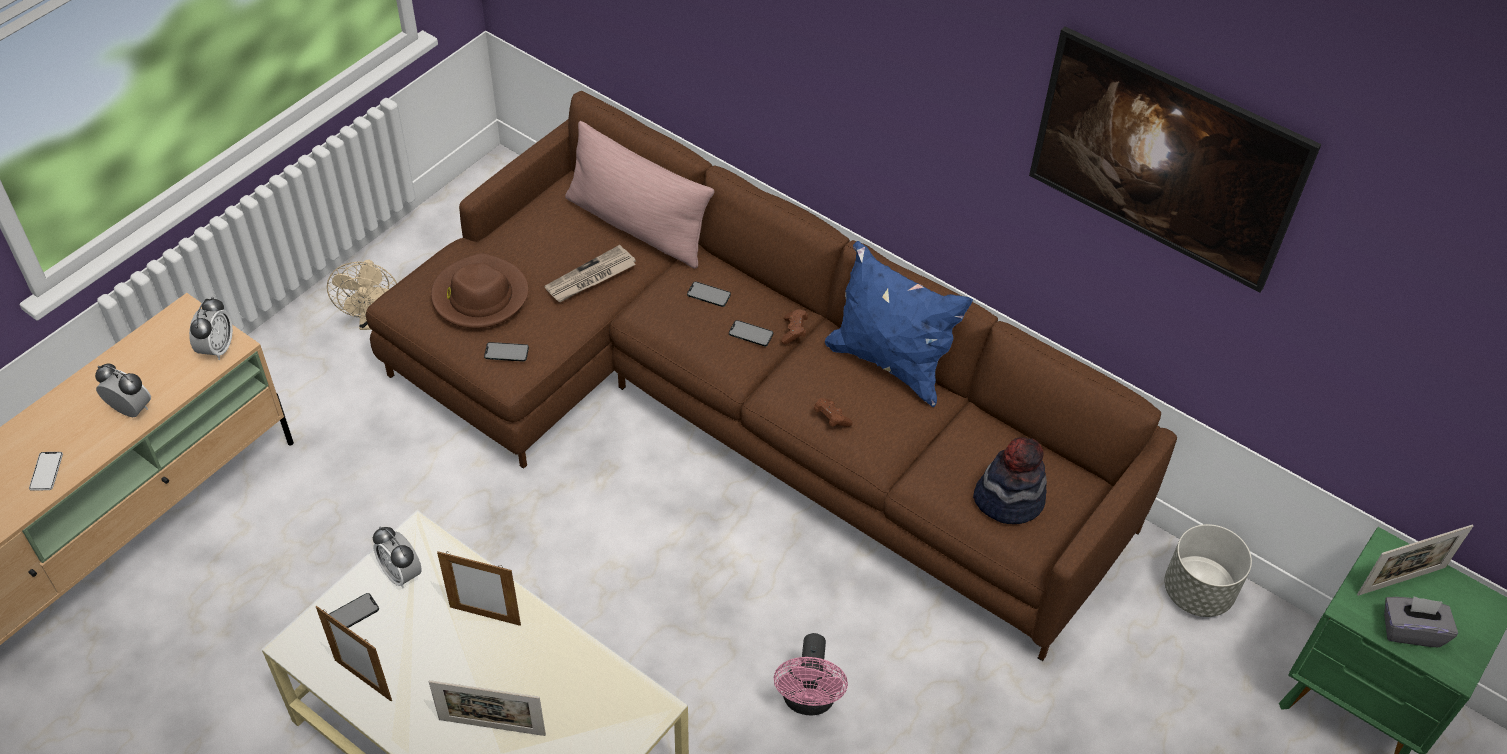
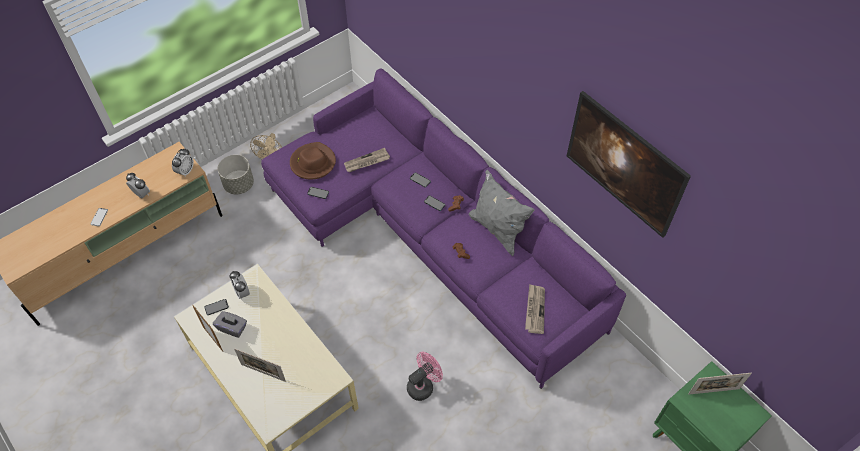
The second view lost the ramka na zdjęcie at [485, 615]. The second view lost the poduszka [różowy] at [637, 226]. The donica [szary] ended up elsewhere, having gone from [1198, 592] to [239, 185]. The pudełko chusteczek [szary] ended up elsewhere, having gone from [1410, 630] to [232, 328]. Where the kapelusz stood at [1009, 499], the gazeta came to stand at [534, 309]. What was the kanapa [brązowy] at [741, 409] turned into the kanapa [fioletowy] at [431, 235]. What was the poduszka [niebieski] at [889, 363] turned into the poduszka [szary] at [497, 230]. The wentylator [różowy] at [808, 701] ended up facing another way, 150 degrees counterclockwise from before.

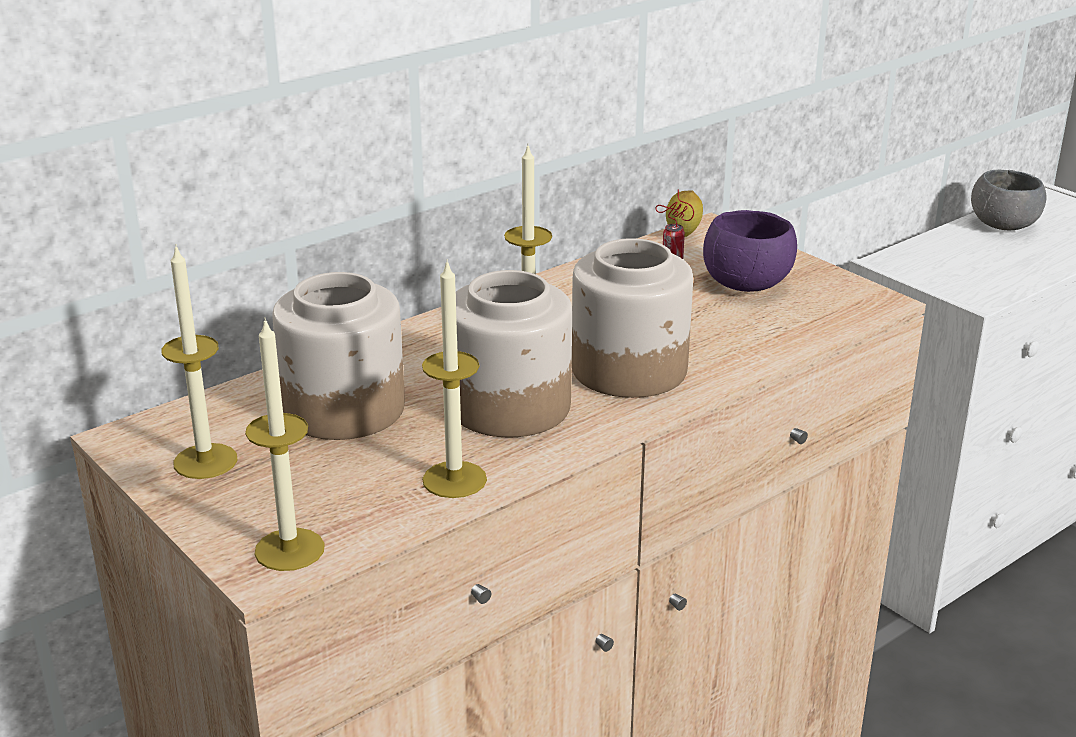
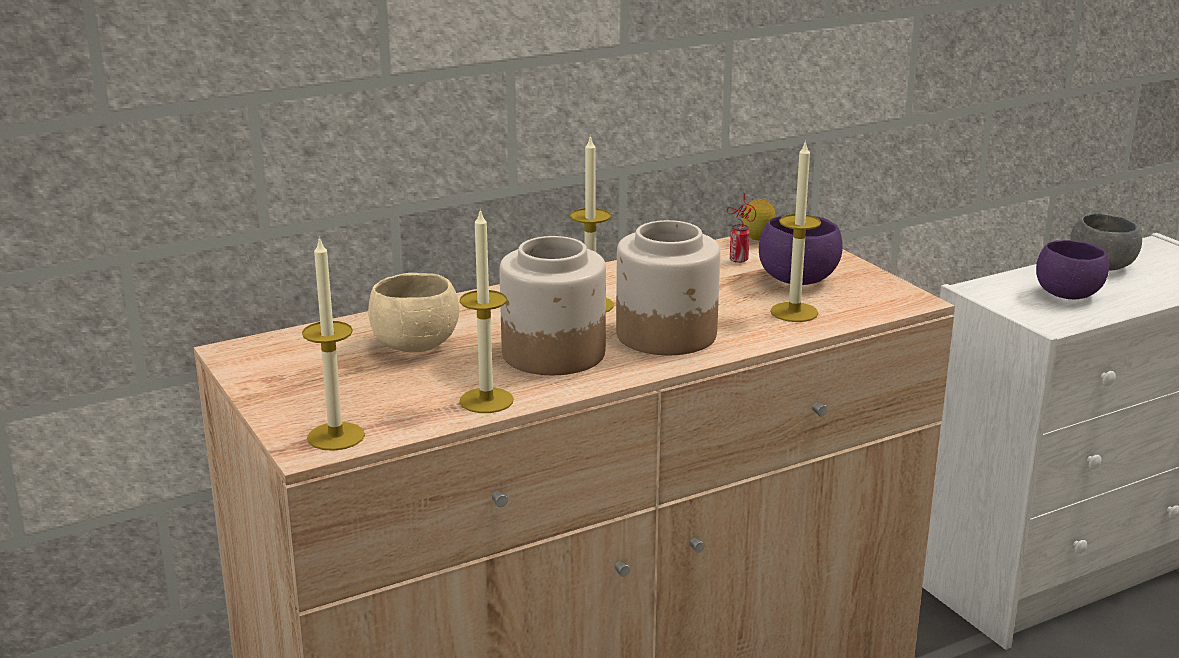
The second view gained the miska [fioletowy] at [1068, 295]. The świeca ended up elsewhere, having gone from [205, 461] to [794, 312]. Where the słoik stood at [343, 409], the miska [beżowy] came to stand at [415, 345].

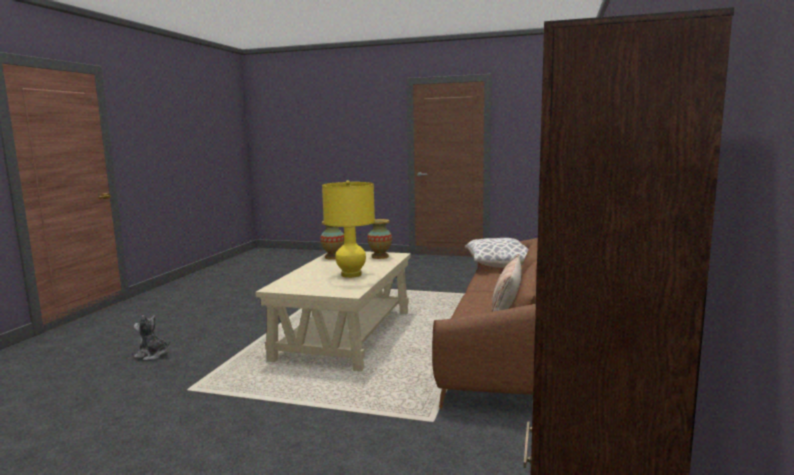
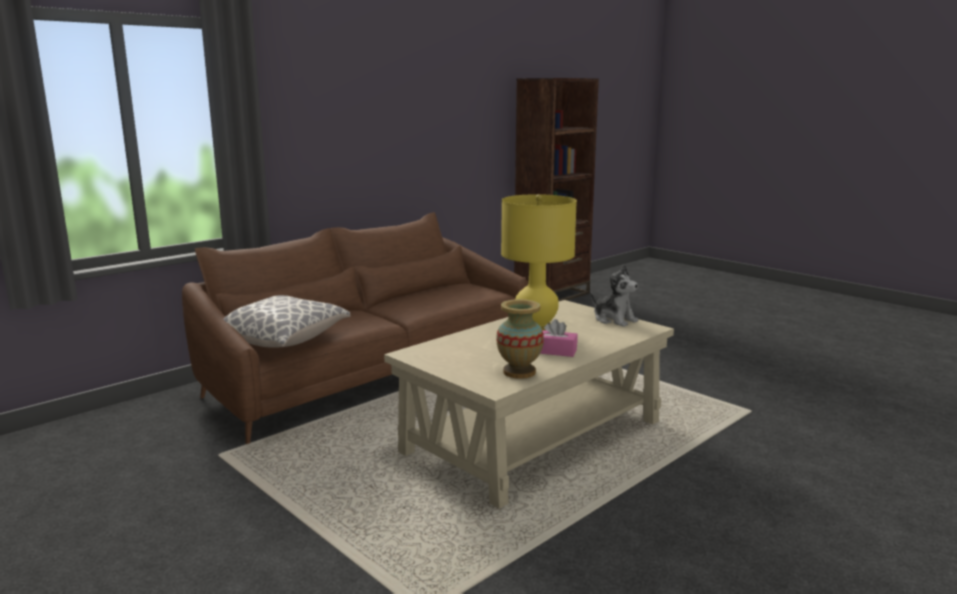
The second view lost the wazon at [380, 257]. The second view lost the poduszka at [507, 304]. The second view gained the pudełko chusteczek [różowy] at [555, 351]. The pluszak ended up elsewhere, having gone from [153, 355] to [614, 319].

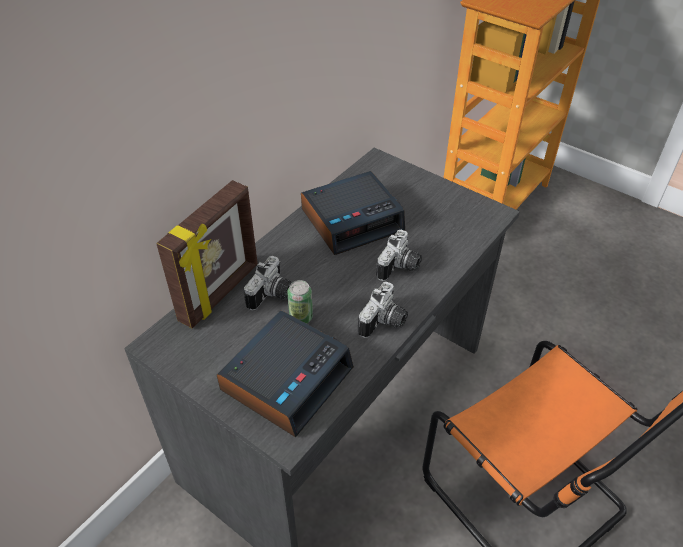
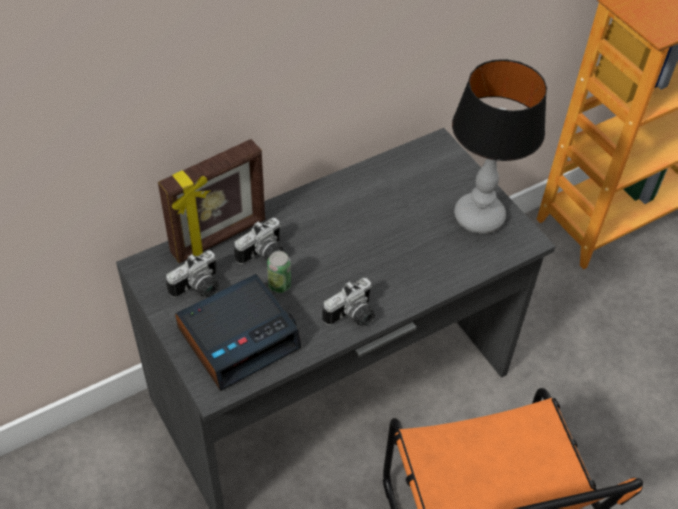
The second view lost the budzik at [352, 220]. The second view gained the lampa stołowa at [477, 217]. The aparat fotograficzny ended up elsewhere, having gone from [400, 268] to [199, 289].

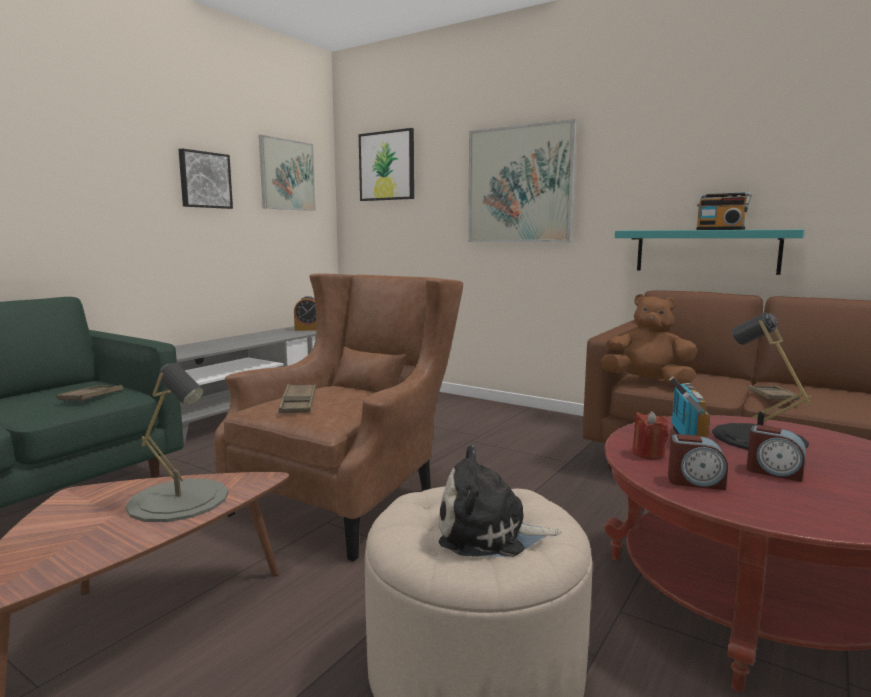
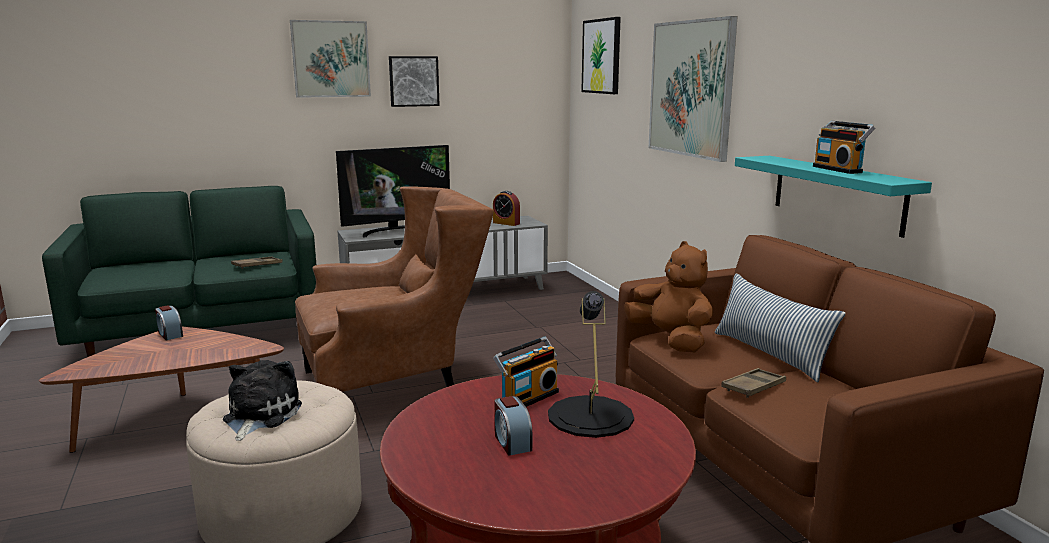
The second view lost the lampa stołowa [szary] at [179, 500]. The second view lost the taca [brązowy] at [298, 403]. The second view lost the świeca [czerwony] at [648, 454]. The second view gained the telewizor at [396, 230]. The second view gained the poduszka at [770, 354]. The obraz ended up elsewhere, having gone from [287, 175] to [331, 59]. The budzik ended up elsewhere, having gone from [695, 482] to [170, 334]. The pluszak at [489, 534] ended up facing another way, 60 degrees clockwise from before.

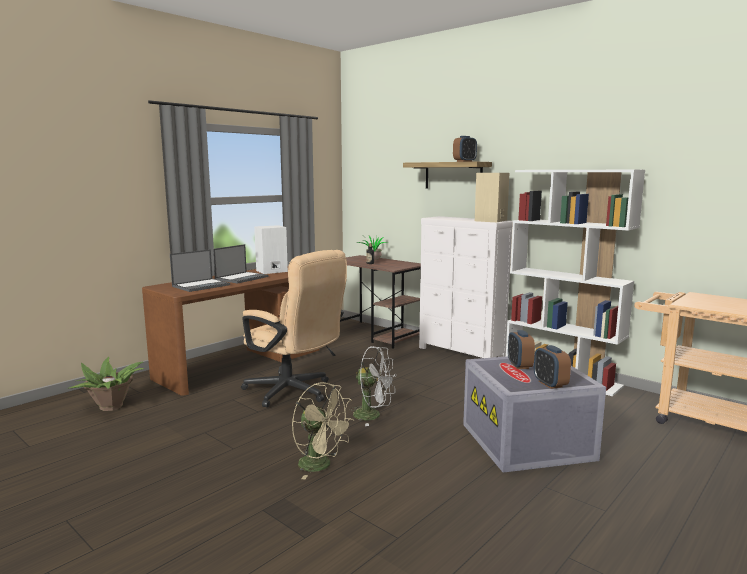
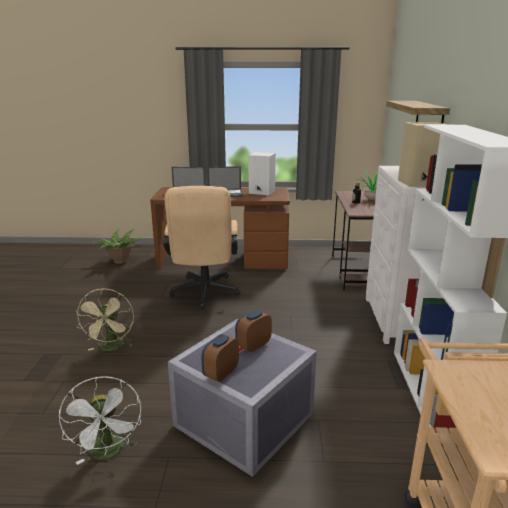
The second view lost the budzik at [464, 161]. The wentylator [biały] ended up elsewhere, having gone from [373, 415] to [109, 453].

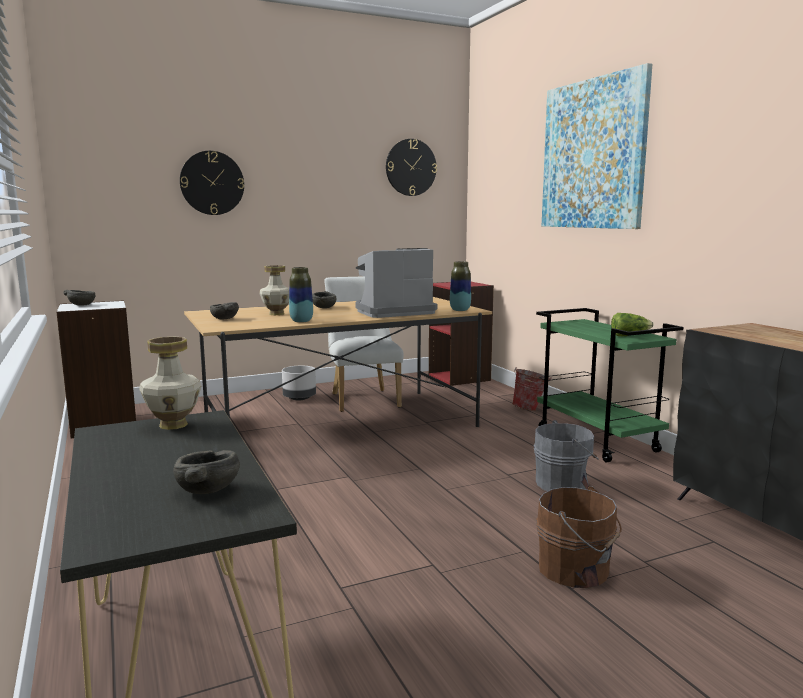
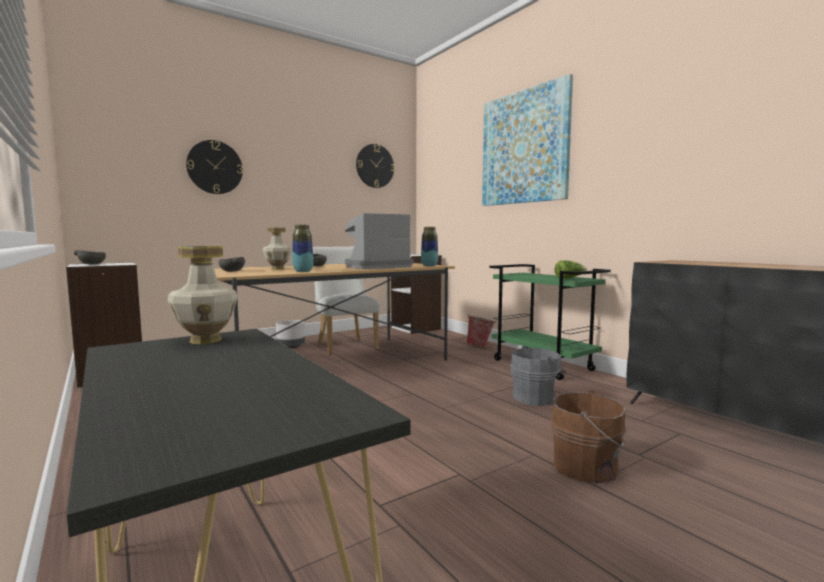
The second view lost the miska [szary] at [206, 490]. What was the regał [czerwony] at [460, 377] turned into the regał [biały] at [416, 328].

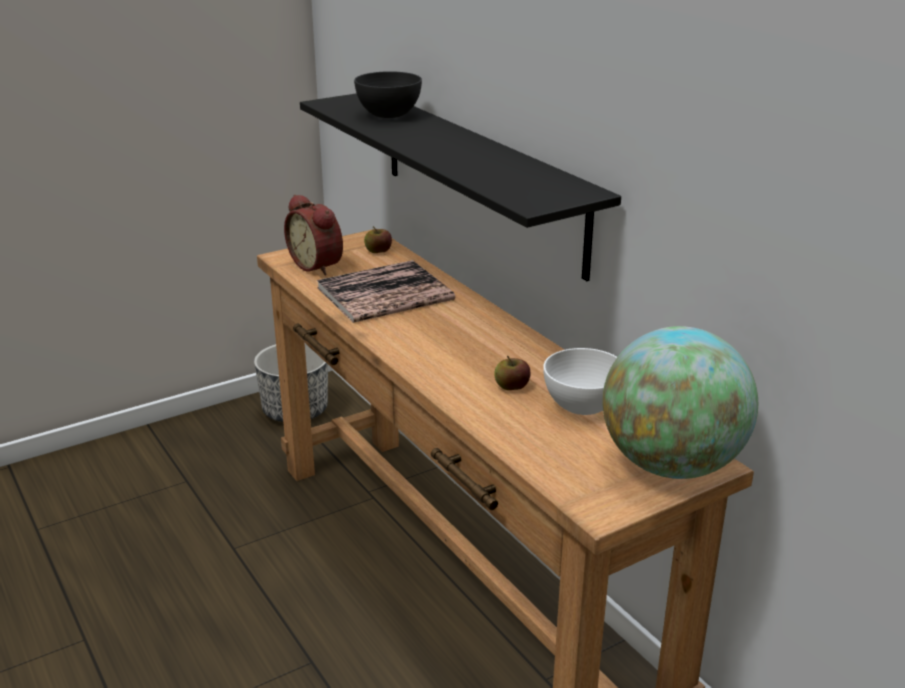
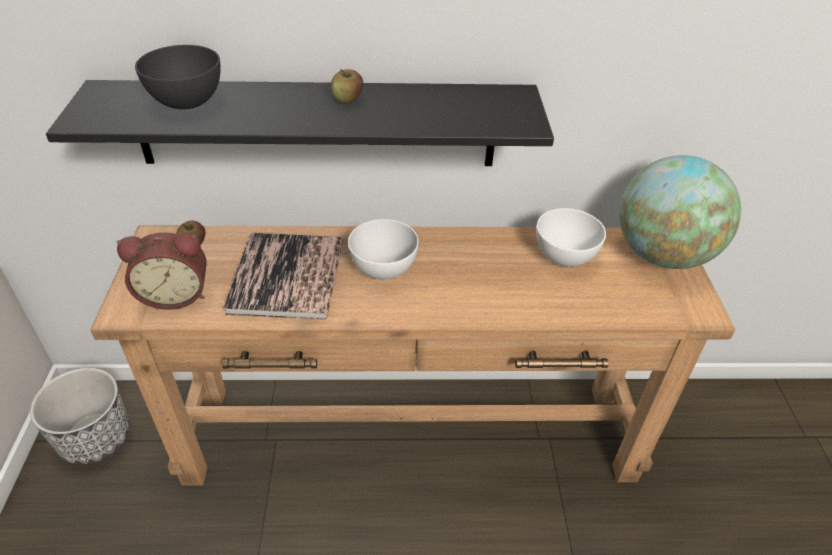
The second view gained the miska [biały] at [383, 268]. The jabłko ended up elsewhere, having gone from [511, 387] to [347, 99].

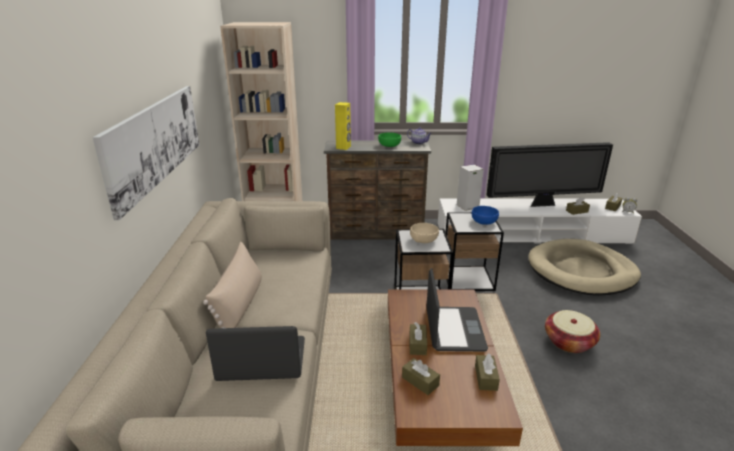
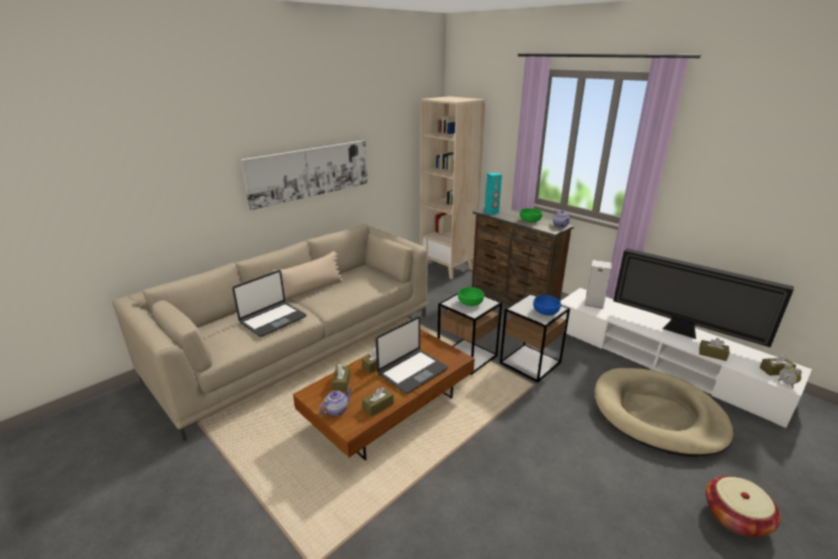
The second view gained the imbryk at [337, 410]. The koszyk ended up elsewhere, having gone from [569, 342] to [735, 517]. What was the głośnik [żółty] at [343, 147] turned into the głośnik [turkusowy] at [491, 212]. What was the miska [beżowy] at [424, 240] turned into the miska [zielony] at [470, 303]. The laptop at [262, 361] ended up facing another way, 90 degrees clockwise from before.

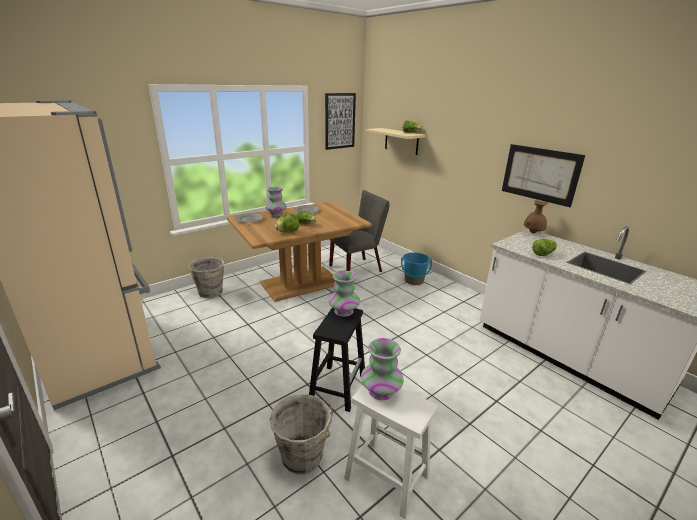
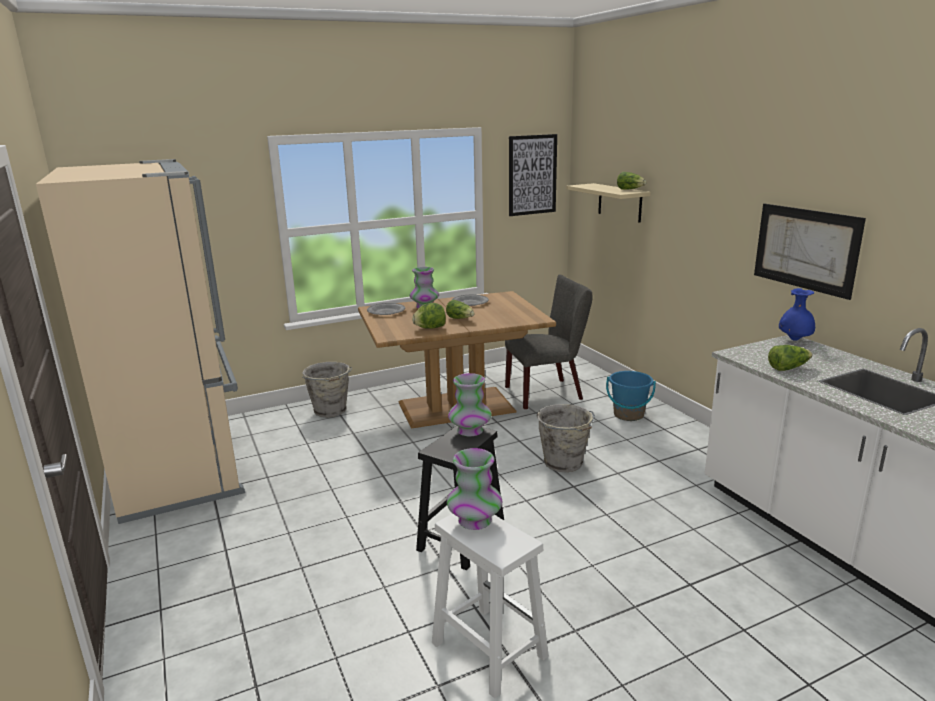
The wiadro [szary] ended up elsewhere, having gone from [303, 457] to [564, 463]. What was the wazon [brązowy] at [533, 233] turned into the wazon [niebieski] at [794, 340].

